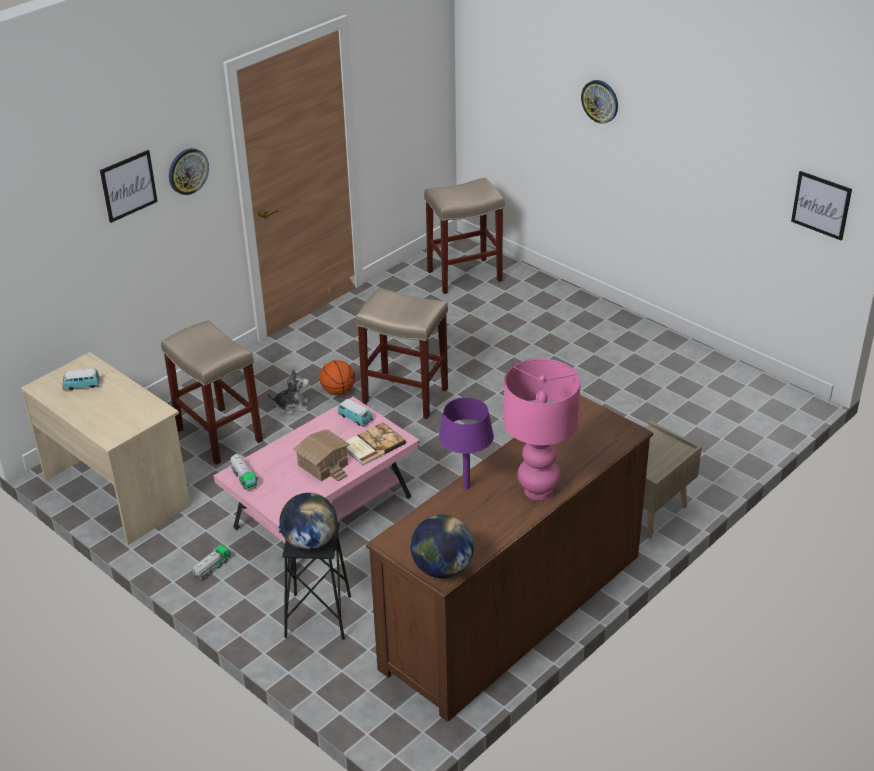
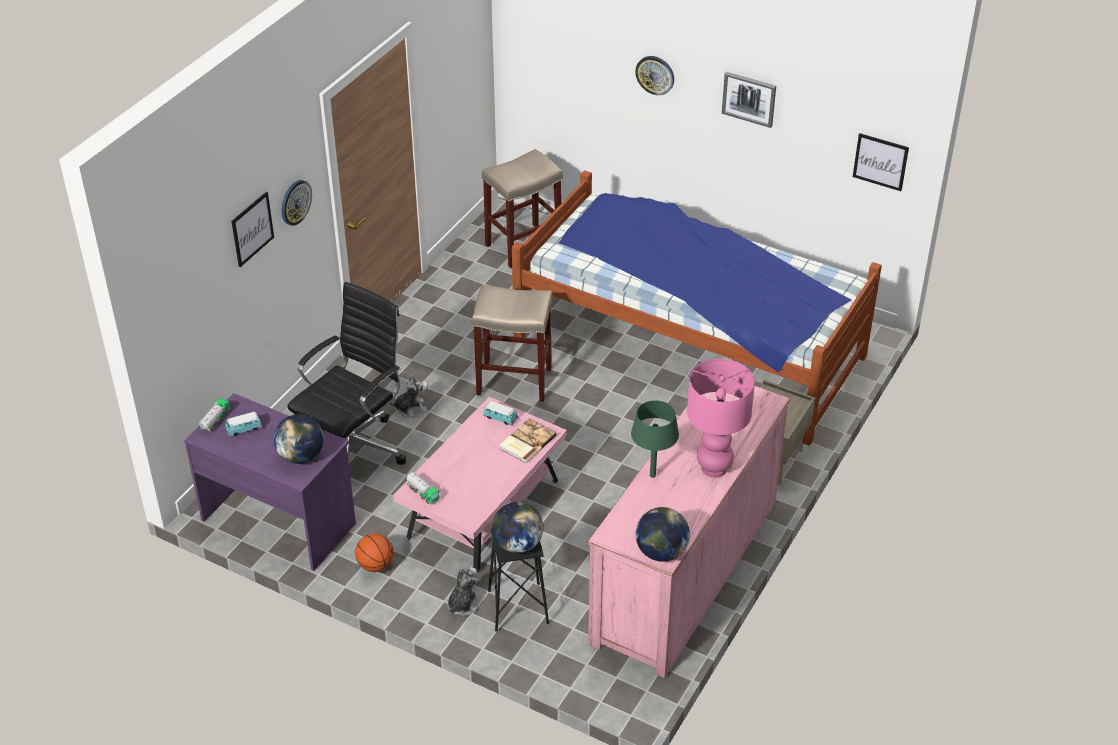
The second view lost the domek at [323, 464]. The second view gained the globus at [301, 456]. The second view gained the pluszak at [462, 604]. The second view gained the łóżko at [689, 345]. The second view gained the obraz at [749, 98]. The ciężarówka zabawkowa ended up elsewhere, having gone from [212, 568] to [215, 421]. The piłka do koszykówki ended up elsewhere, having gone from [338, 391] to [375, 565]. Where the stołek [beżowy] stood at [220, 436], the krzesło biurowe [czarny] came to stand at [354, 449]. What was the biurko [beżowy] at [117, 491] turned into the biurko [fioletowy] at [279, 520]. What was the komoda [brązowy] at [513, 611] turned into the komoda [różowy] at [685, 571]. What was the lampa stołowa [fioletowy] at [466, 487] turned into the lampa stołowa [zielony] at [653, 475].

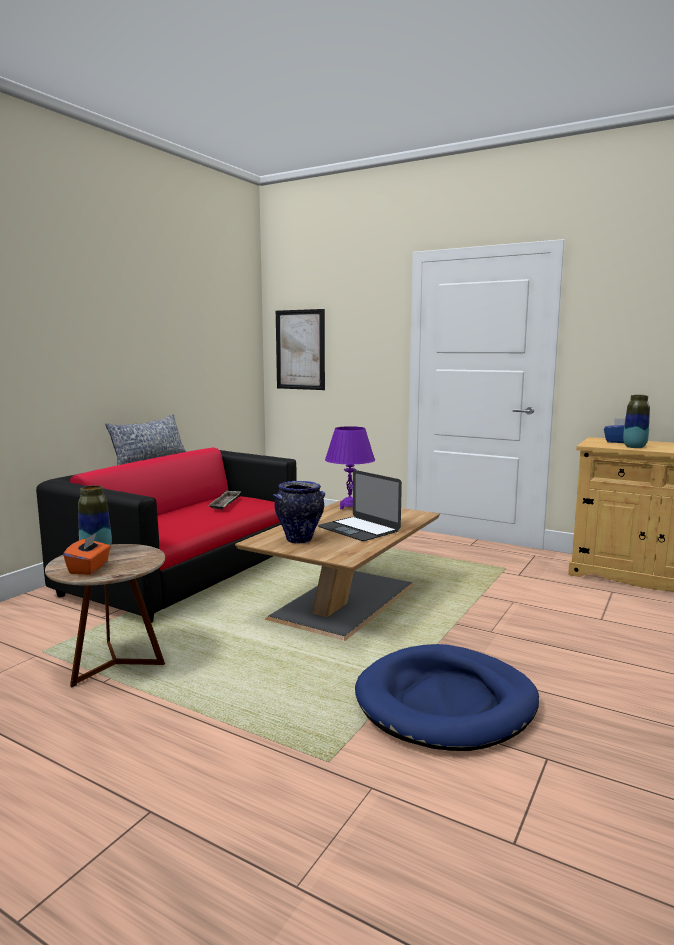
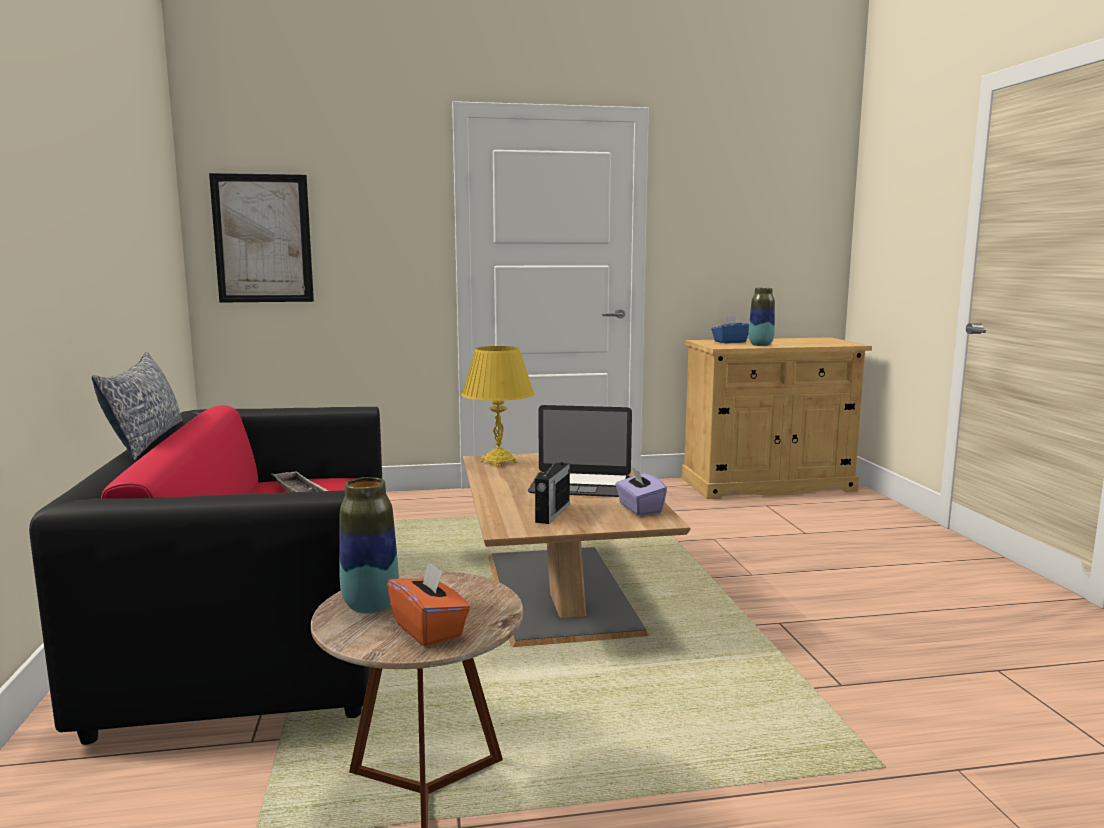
The second view lost the legowisko [niebieski] at [446, 703]. The second view gained the pudełko chusteczek [fioletowy] at [639, 508]. Where the wazon stood at [300, 540], the radio came to stand at [552, 513]. What was the lampa stołowa [fioletowy] at [349, 507] turned into the lampa stołowa [żółty] at [498, 462].

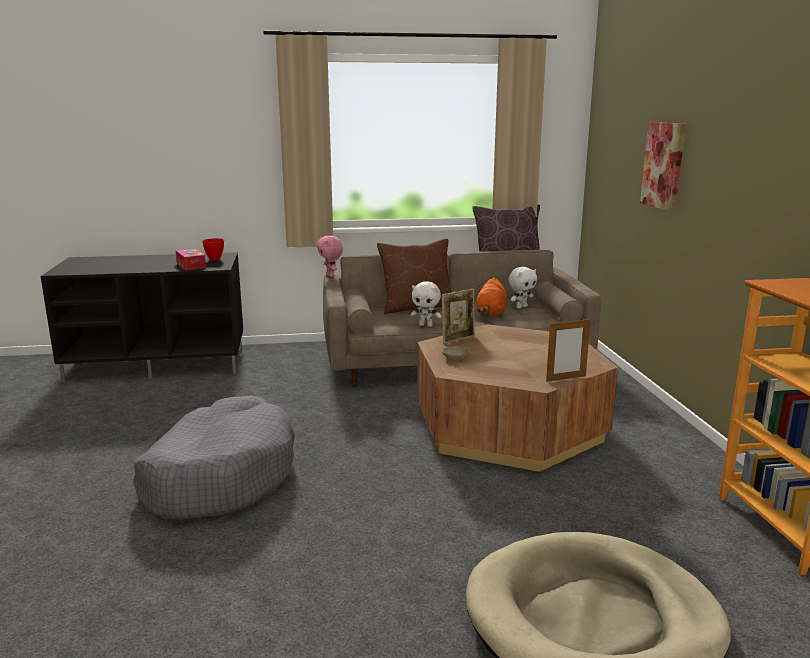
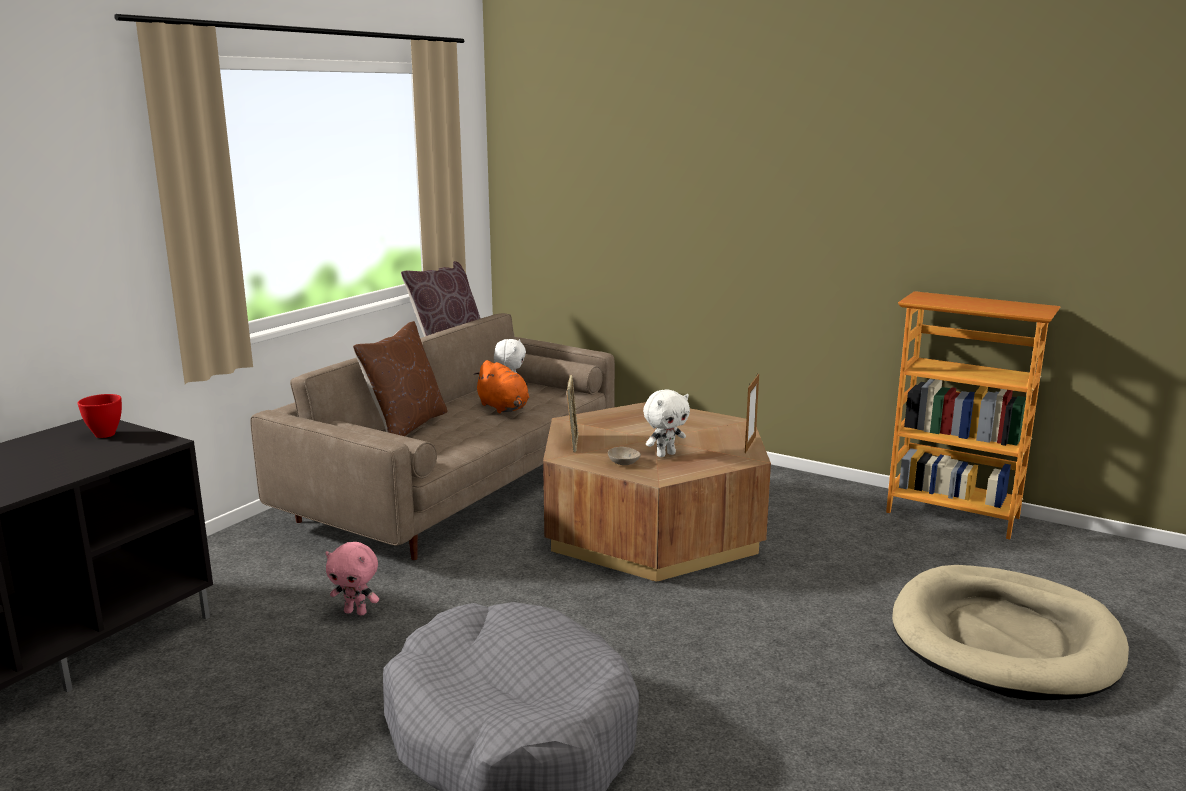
The second view lost the pudełko chusteczek at [191, 265]. The second view lost the obraz at [663, 165]. The pluszak [różowy] ended up elsewhere, having gone from [330, 275] to [356, 612]. The pluszak [biały] ended up elsewhere, having gone from [426, 325] to [665, 454].

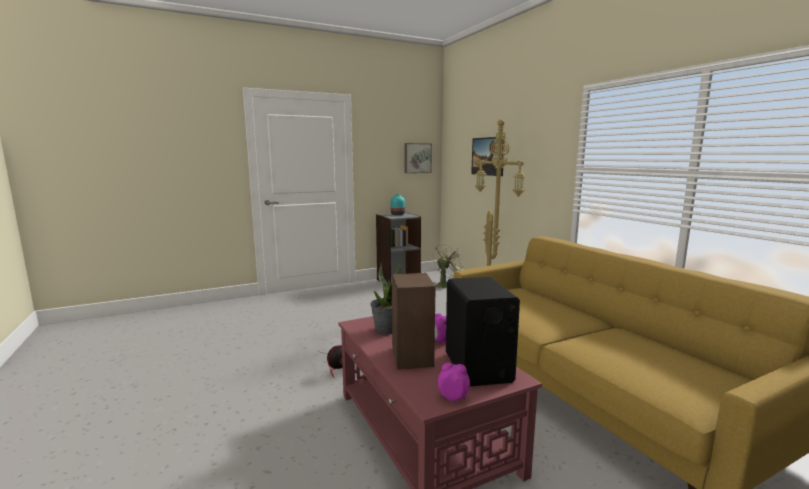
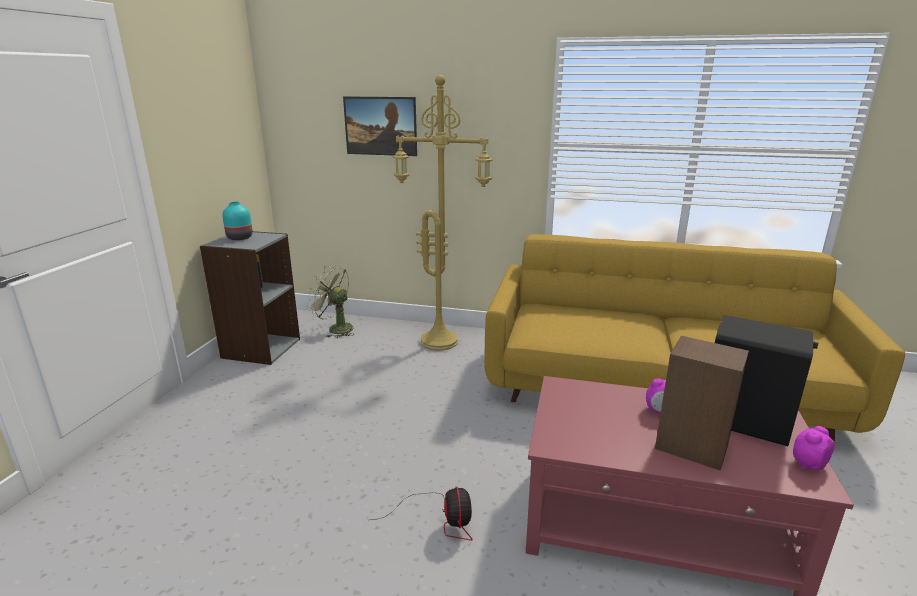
The second view lost the roślina doniczkowa at [386, 330]. The second view lost the obraz at [417, 158]. The wentylator [zielony] at [444, 285] ended up facing another way, 60 degrees counterclockwise from before.

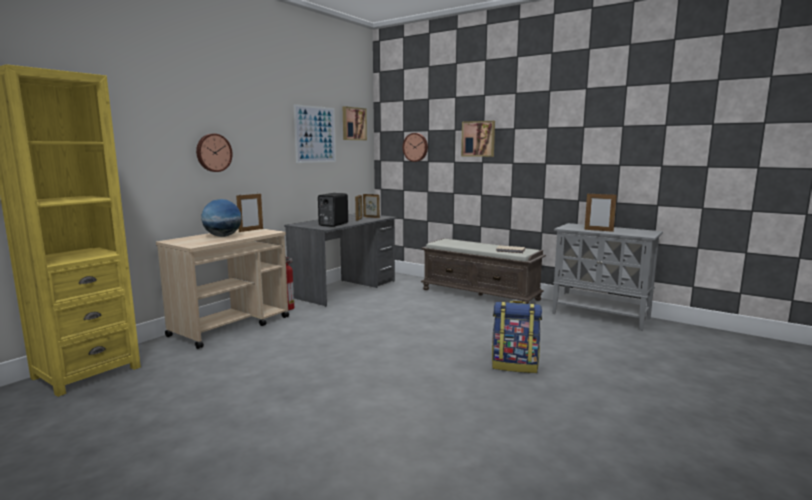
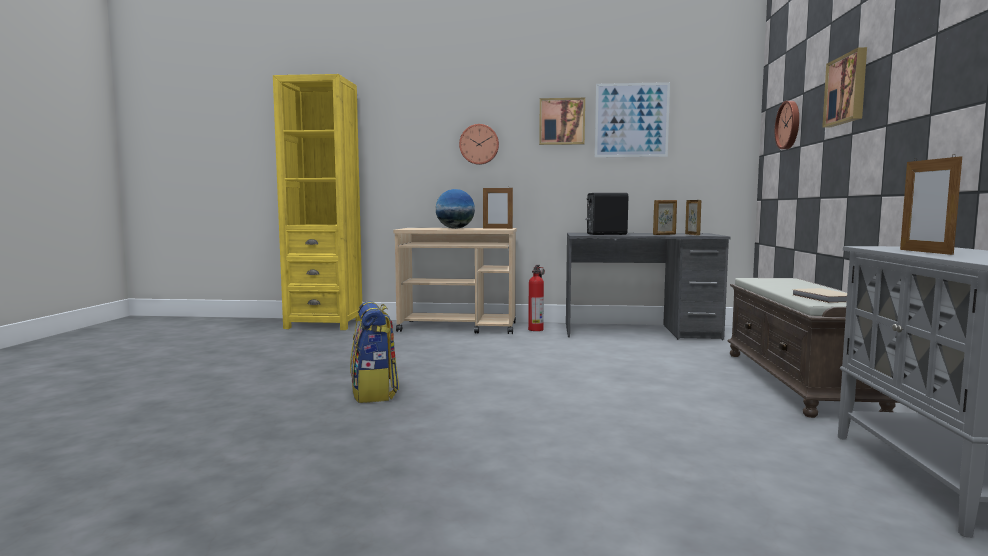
The obraz ended up elsewhere, having gone from [353, 124] to [562, 121]. The plecak ended up elsewhere, having gone from [515, 365] to [374, 393].

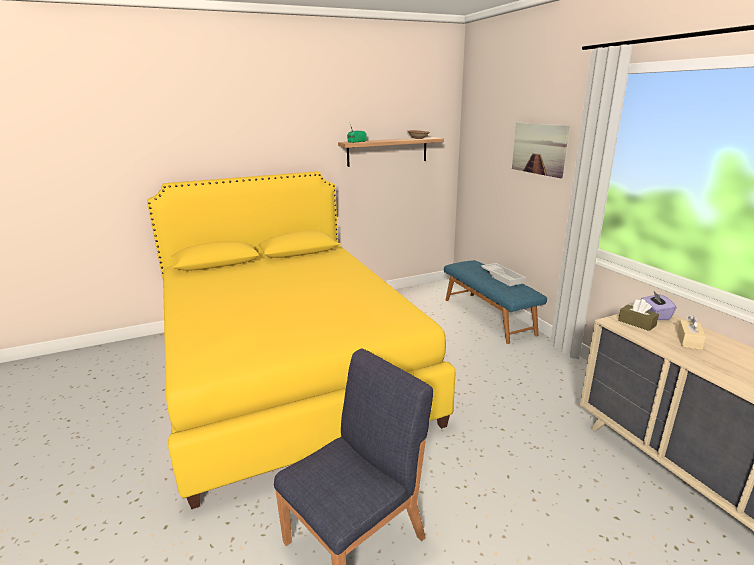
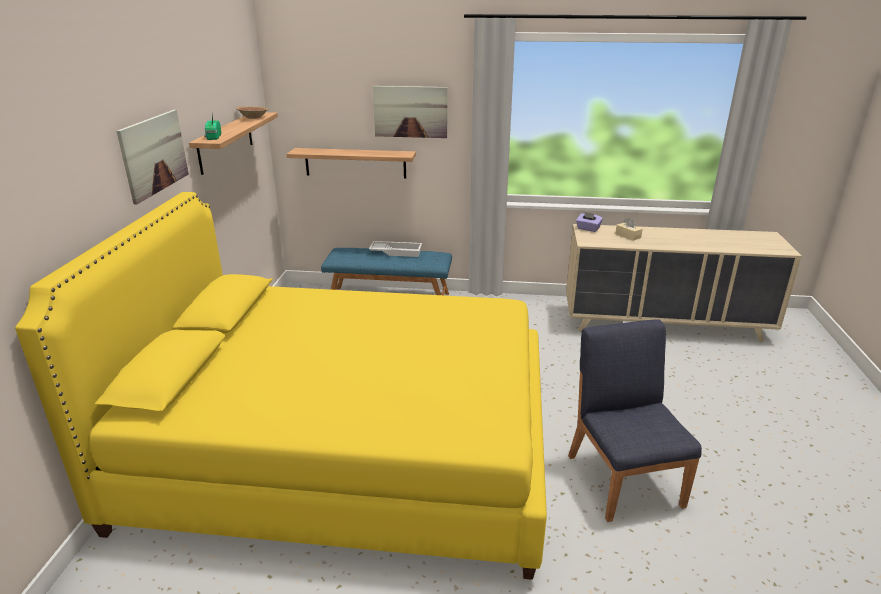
The second view lost the pudełko chusteczek [brązowy] at [636, 323]. The second view gained the obraz at [154, 154]. The second view gained the półka at [355, 163].

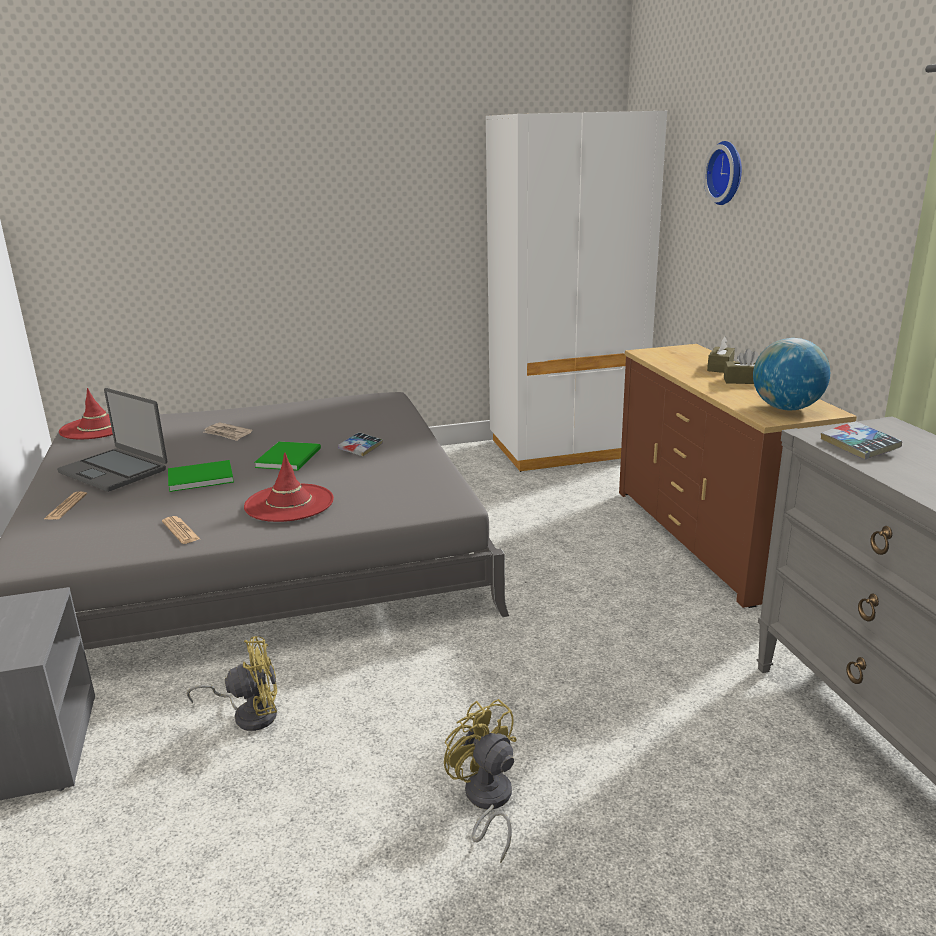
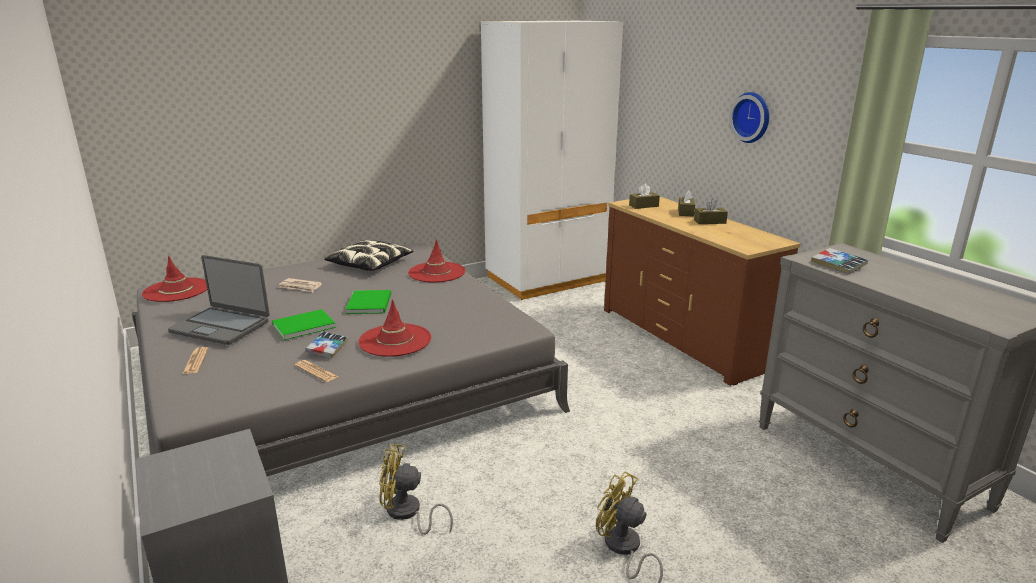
The second view lost the globus at [786, 408]. The second view gained the poduszka at [370, 264]. The second view gained the kapelusz [czerwony] at [436, 272]. The second view gained the pudełko chusteczek [brązowy] at [643, 206]. The książka ended up elsewhere, having gone from [361, 448] to [327, 348]. The zegar ścienny ended up elsewhere, having gone from [727, 173] to [752, 117]. The wentylator [żółty] at [249, 714] ended up facing another way, 150 degrees counterclockwise from before.

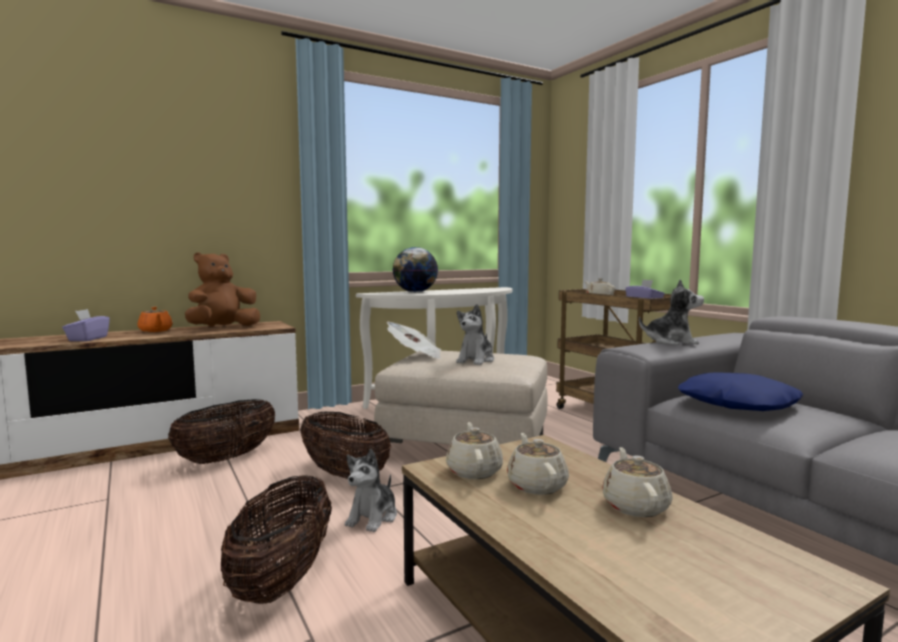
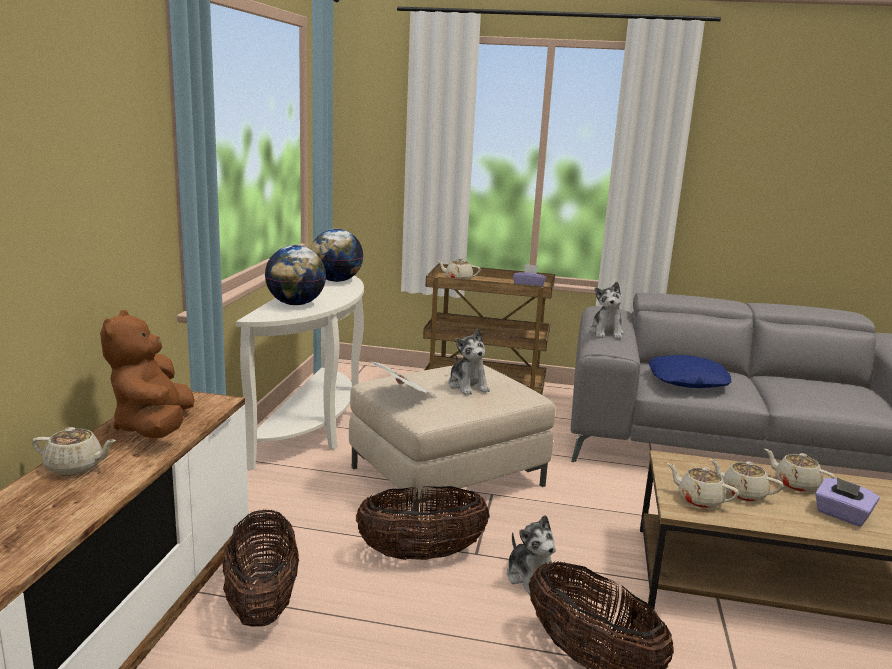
The second view gained the globus at [336, 281]. The pudełko chusteczek [fioletowy] ended up elsewhere, having gone from [87, 339] to [841, 515]. What was the imbryk [pomarańczowy] at [155, 331] turned into the imbryk [beżowy] at [75, 467]. The pluszak at [671, 342] ended up facing another way, 135 degrees clockwise from before.

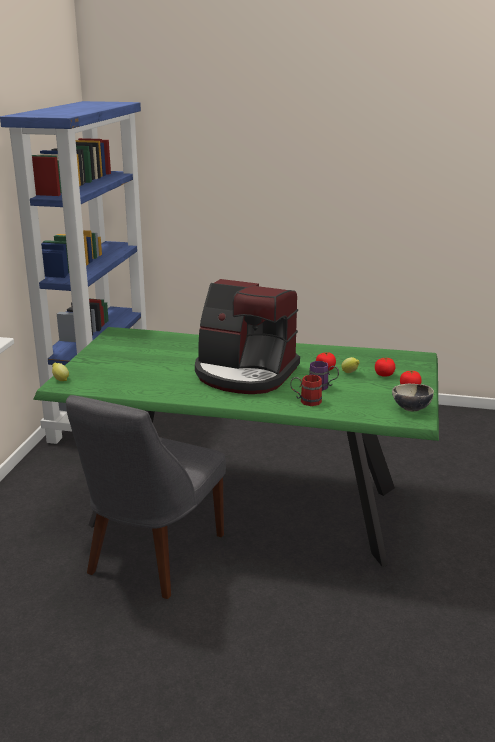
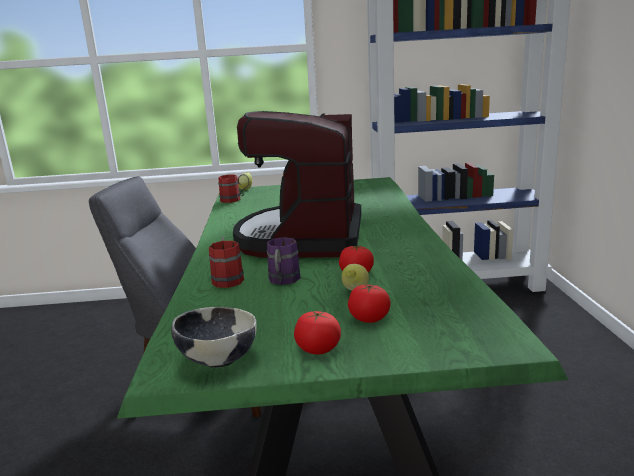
The second view gained the kubek [czerwony] at [235, 199].

